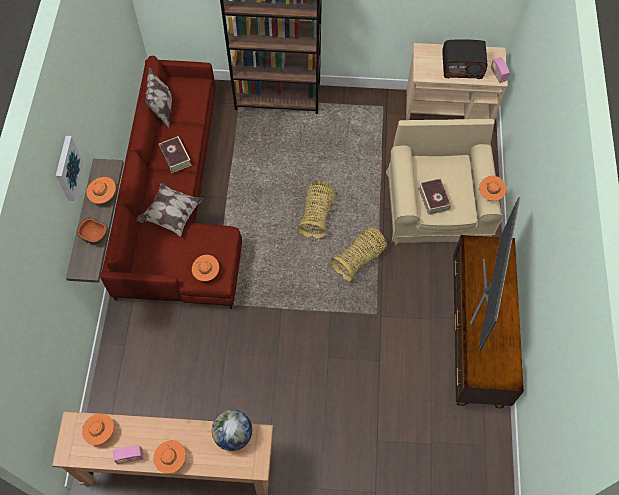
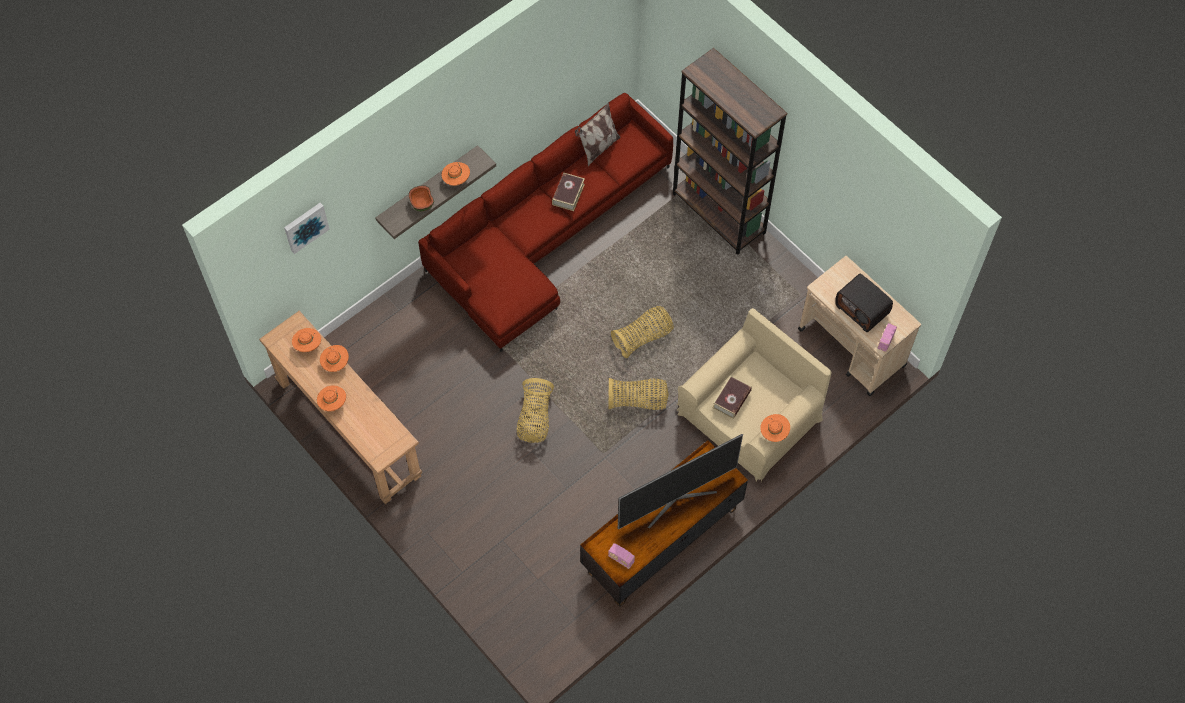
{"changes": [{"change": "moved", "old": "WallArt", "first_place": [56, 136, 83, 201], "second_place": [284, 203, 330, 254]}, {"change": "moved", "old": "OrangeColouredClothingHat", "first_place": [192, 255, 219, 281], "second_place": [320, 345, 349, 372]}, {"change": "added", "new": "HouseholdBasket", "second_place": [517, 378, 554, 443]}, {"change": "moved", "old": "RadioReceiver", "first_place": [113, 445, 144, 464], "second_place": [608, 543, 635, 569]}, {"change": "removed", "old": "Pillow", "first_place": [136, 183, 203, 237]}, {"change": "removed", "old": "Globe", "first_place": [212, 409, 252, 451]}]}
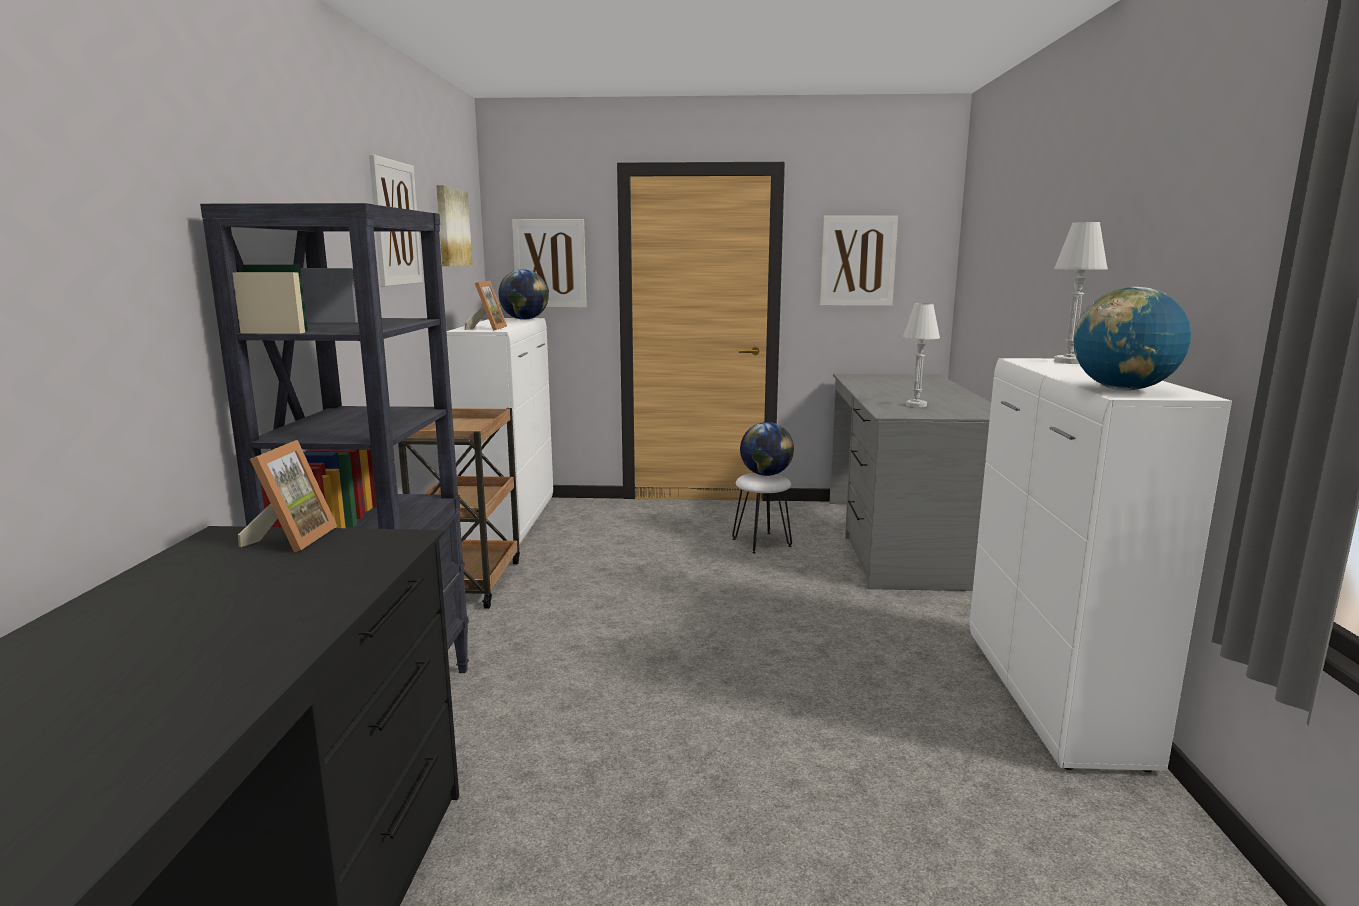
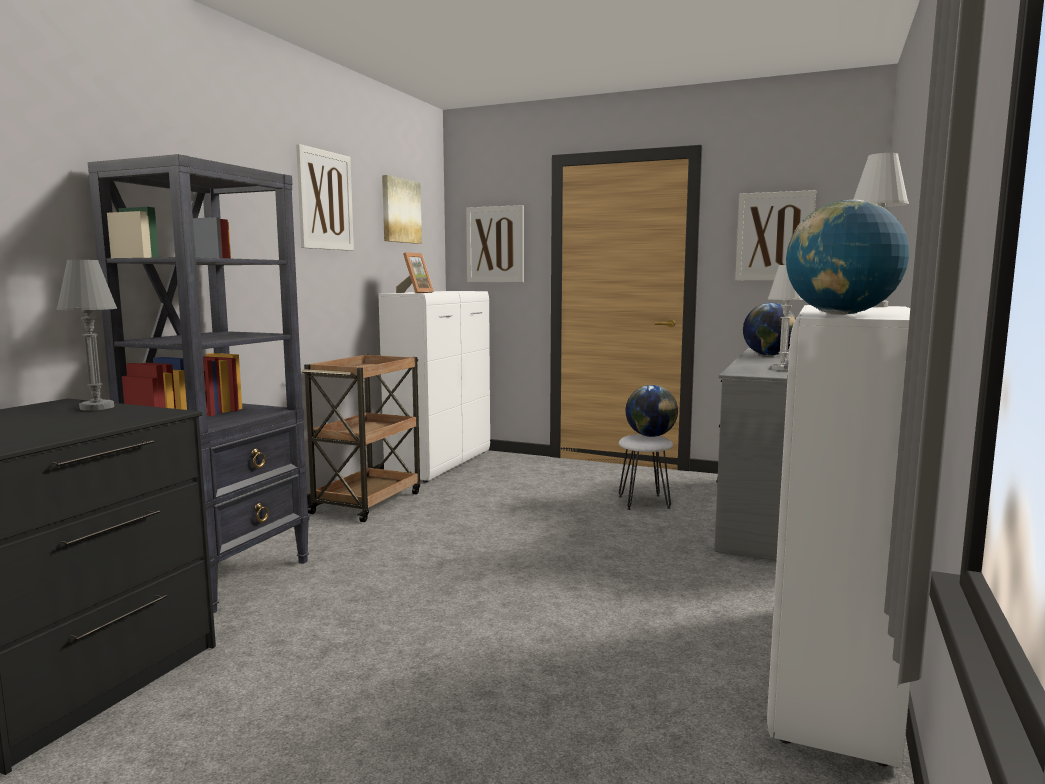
{"changes": [{"change": "replaced", "old": "StandingFrame", "new": "GreyTabletopLamp", "first_place": [238, 440, 337, 552], "second_place": [57, 260, 117, 411]}, {"change": "moved", "old": "Globe", "first_place": [498, 269, 549, 320], "second_place": [743, 303, 796, 356]}]}
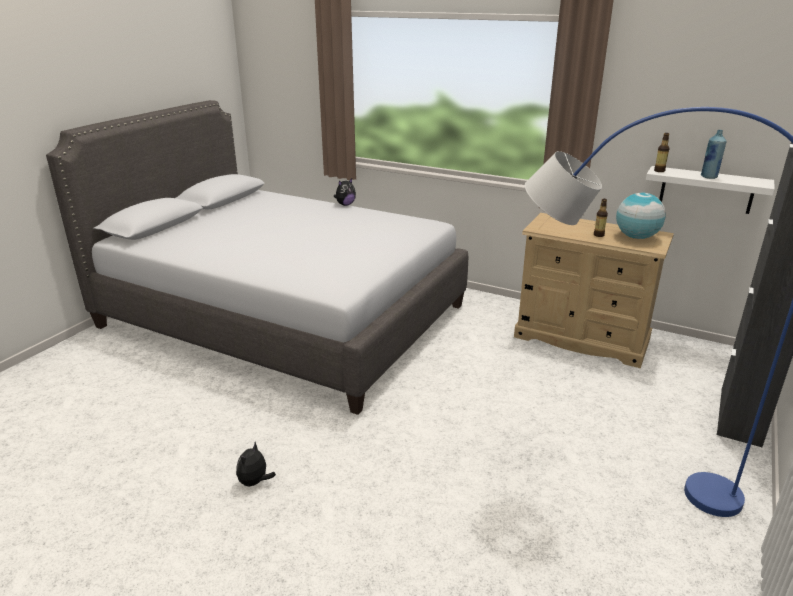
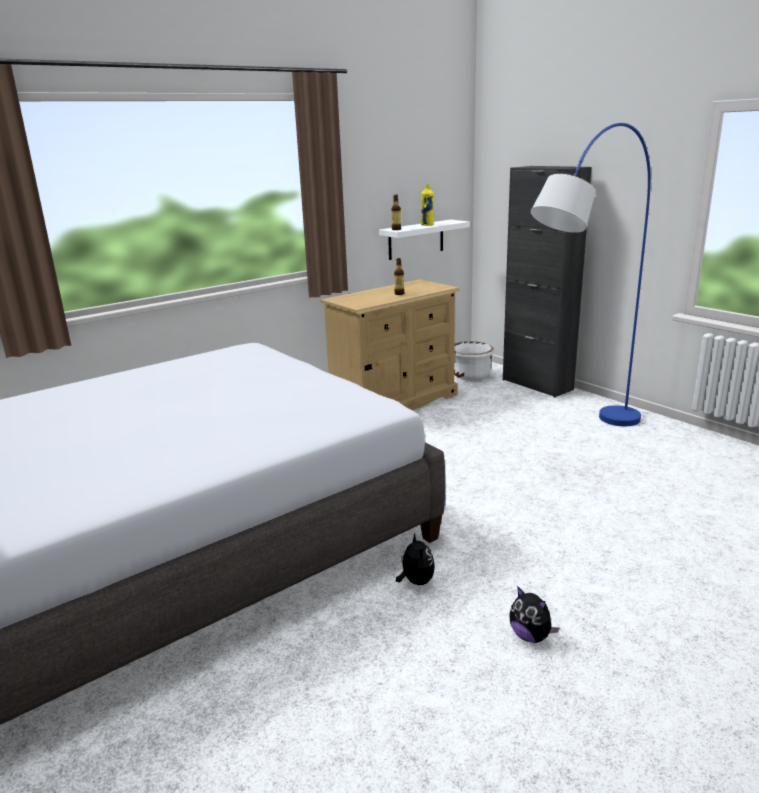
{"changes": [{"change": "moved", "old": "PlushToy", "first_place": [333, 178, 356, 206], "second_place": [396, 534, 435, 585]}, {"change": "recoloured", "old": "BlueDrinkBottle", "new": "YellowishDrinkBottle", "first_place": [701, 130, 727, 179], "second_place": [421, 184, 434, 226]}, {"change": "added", "new": "WhitishPlantPot", "second_place": [454, 341, 494, 381]}, {"change": "removed", "old": "Globe", "first_place": [616, 193, 666, 239]}]}
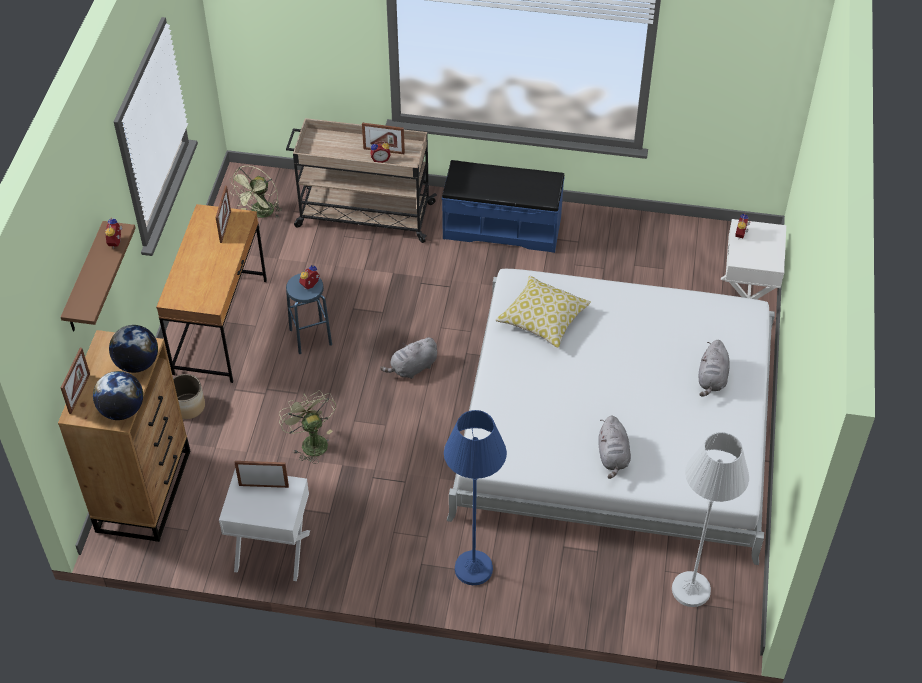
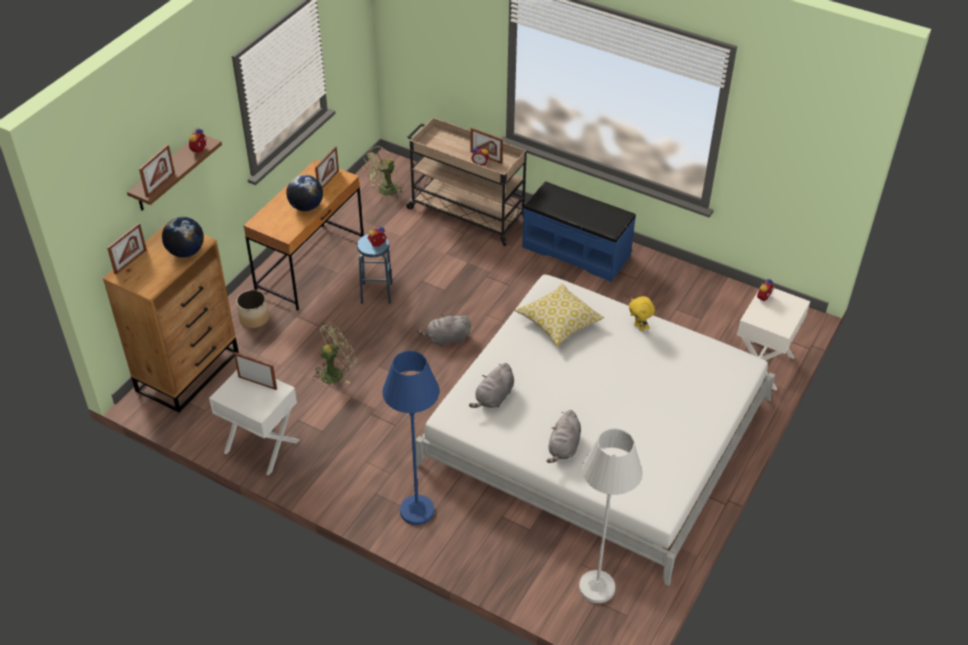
{"changes": [{"change": "added", "new": "StandingFrame", "second_place": [139, 144, 175, 198]}, {"change": "moved", "old": "Globe", "first_place": [93, 371, 143, 420], "second_place": [286, 175, 323, 211]}, {"change": "turned", "old": "GreenColouredElectricFan", "first_place": [278, 390, 336, 464], "second_place": [314, 322, 357, 384], "degrees": 60}, {"change": "moved", "old": "GreyPlushToy", "first_place": [699, 340, 730, 397], "second_place": [469, 363, 514, 408]}, {"change": "added", "new": "YellowishPlushToy", "second_place": [629, 296, 655, 331]}]}
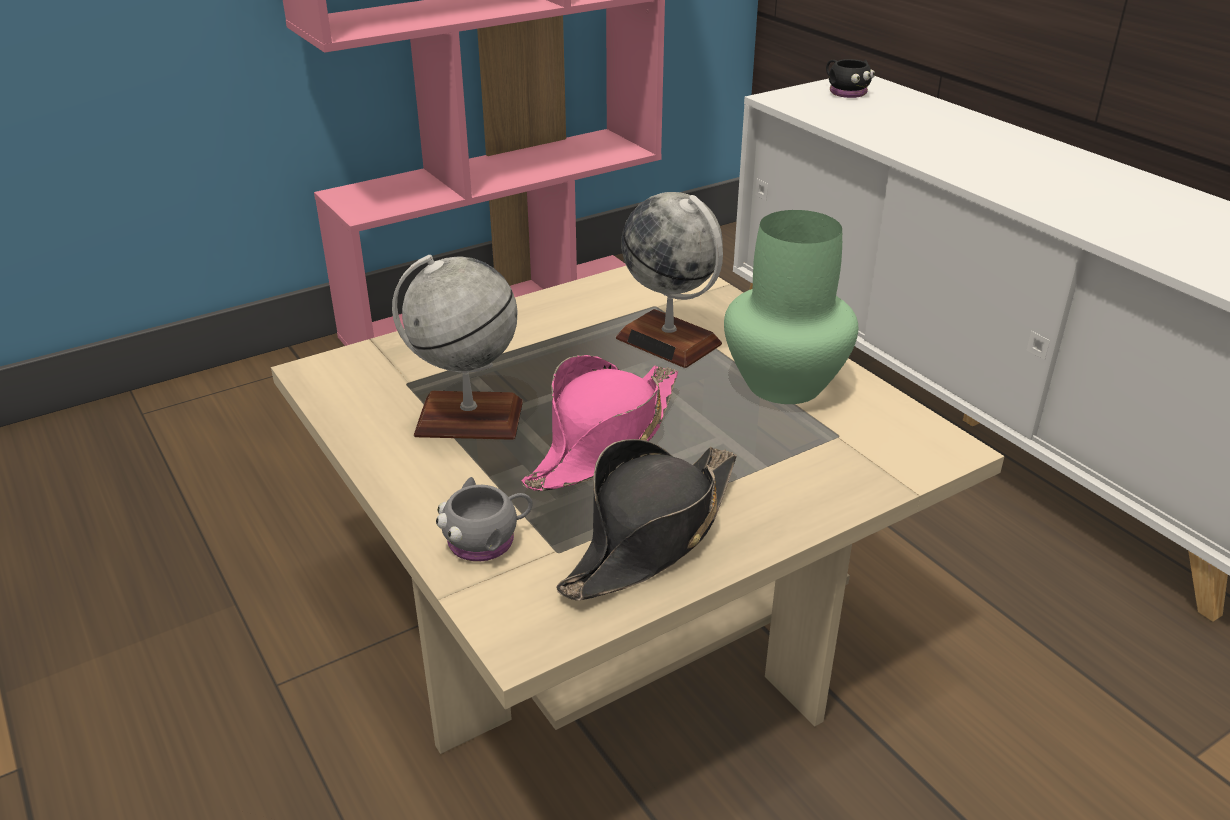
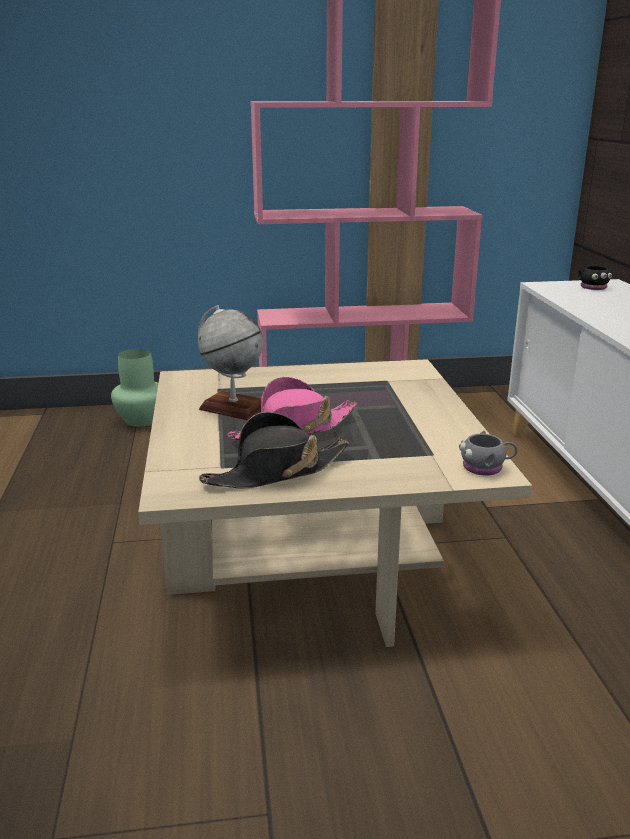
{"changes": [{"change": "moved", "old": "GreenColouredDecorativeVase", "first_place": [724, 210, 858, 404], "second_place": [111, 349, 158, 427]}, {"change": "moved", "old": "GreyCoffeeMug", "first_place": [436, 477, 533, 562], "second_place": [459, 431, 518, 475]}, {"change": "removed", "old": "Globe", "first_place": [616, 192, 723, 368]}]}
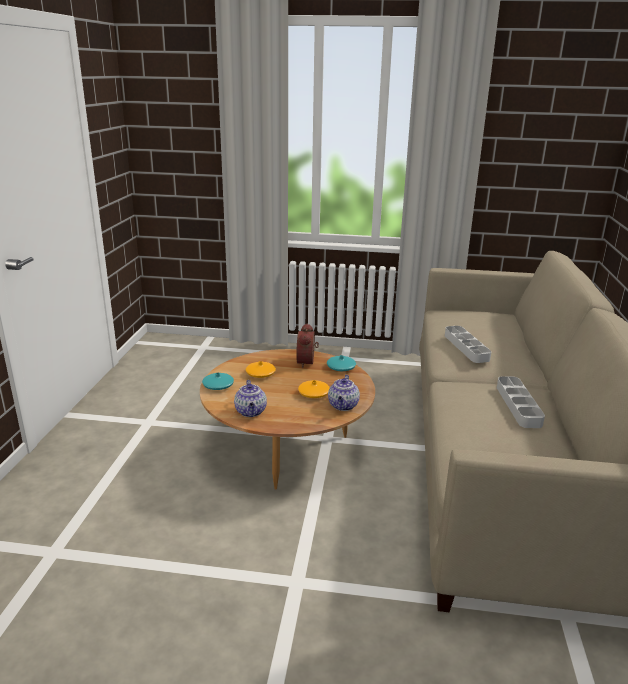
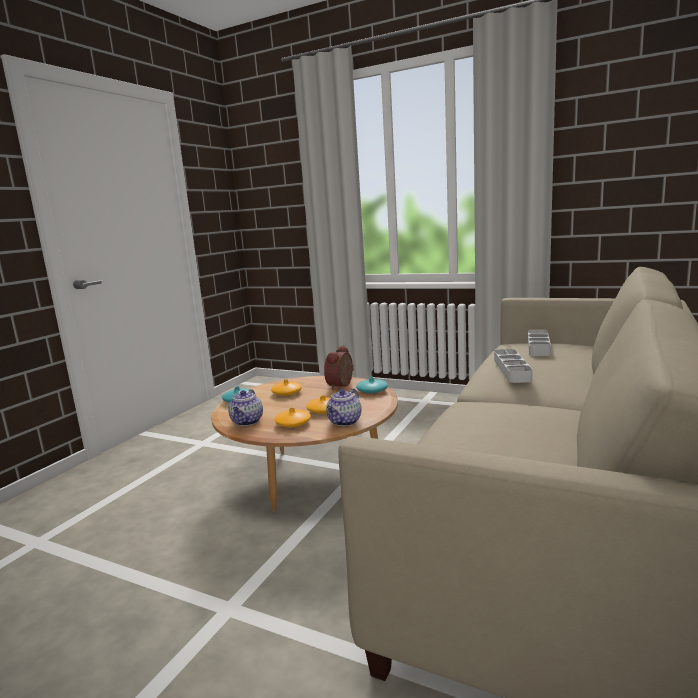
{"changes": [{"change": "added", "new": "OrangeColouredDecorativeVase", "second_place": [274, 407, 311, 427]}, {"change": "moved", "old": "GreyServingTray", "first_place": [497, 376, 545, 428], "second_place": [528, 329, 551, 356]}]}
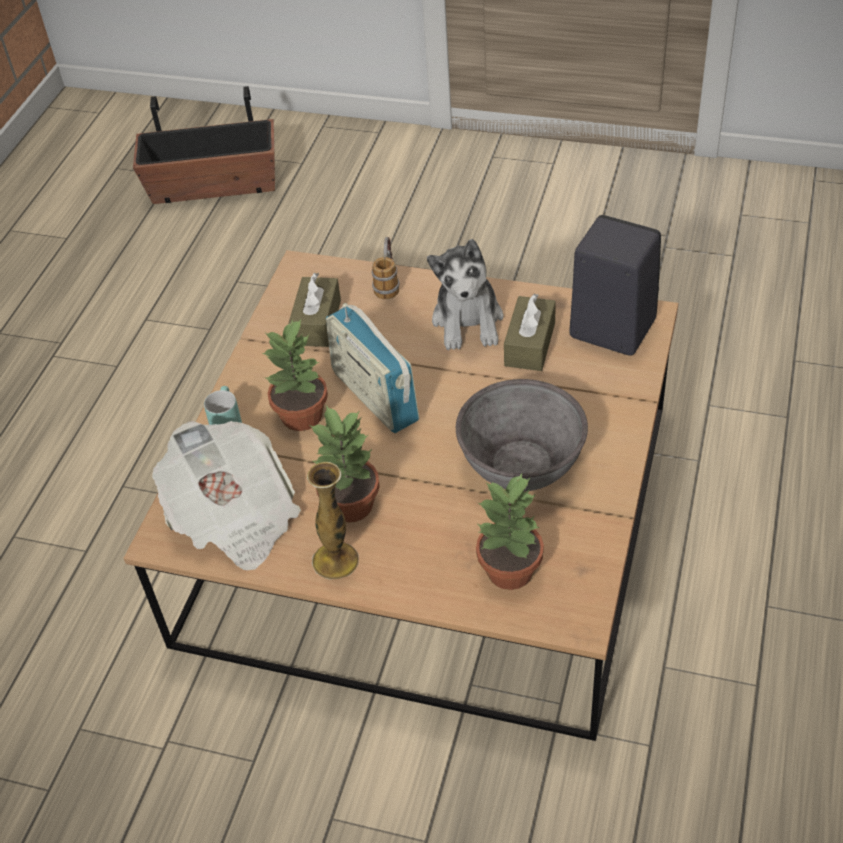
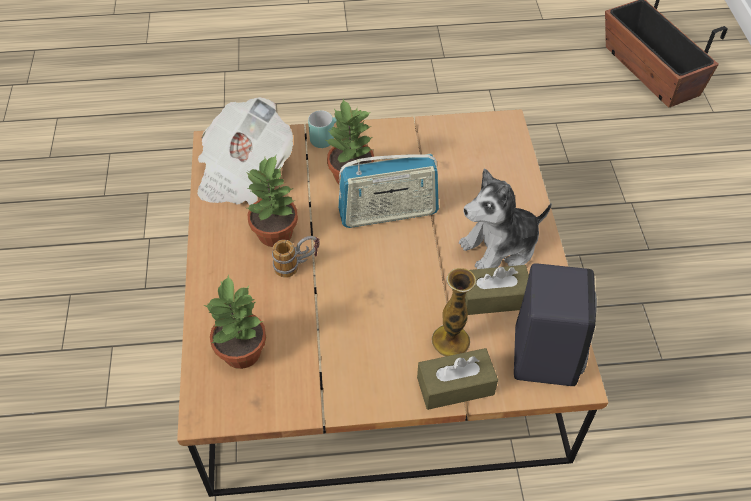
{"changes": [{"change": "moved", "old": "CoffeeMug", "first_place": [372, 237, 399, 300], "second_place": [272, 236, 320, 278]}, {"change": "turned", "old": "RadioReceiver", "first_place": [326, 303, 419, 433], "second_place": [338, 154, 439, 228], "degrees": -135}, {"change": "moved", "old": "BrownBoxOfTissues", "first_place": [288, 273, 341, 347], "second_place": [417, 348, 498, 410]}, {"change": "moved", "old": "DecorativeVase", "first_place": [307, 462, 359, 580], "second_place": [432, 268, 476, 357]}, {"change": "removed", "old": "GreyBowl", "first_place": [456, 379, 588, 492]}]}
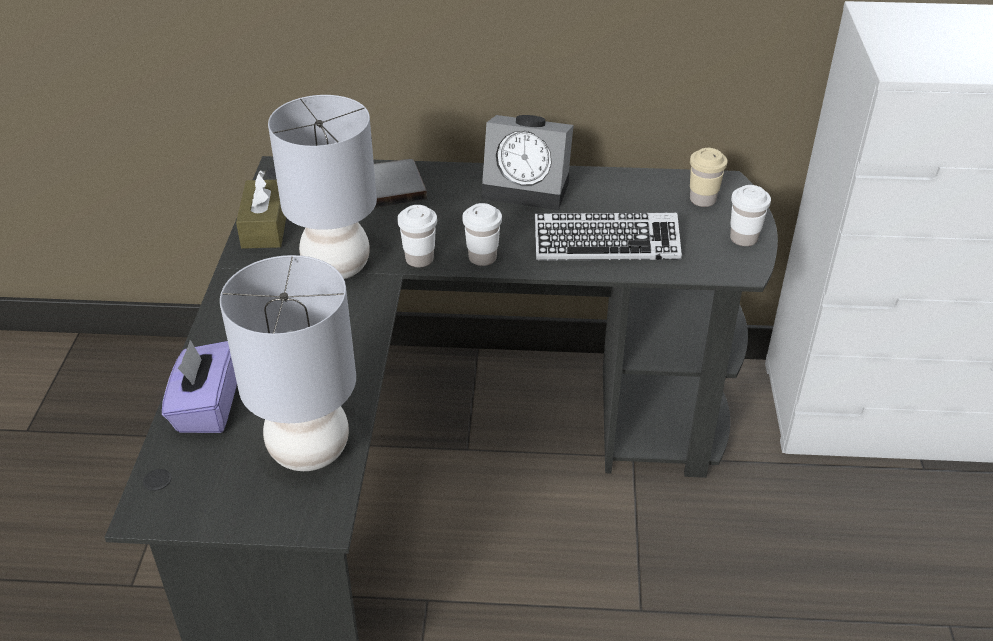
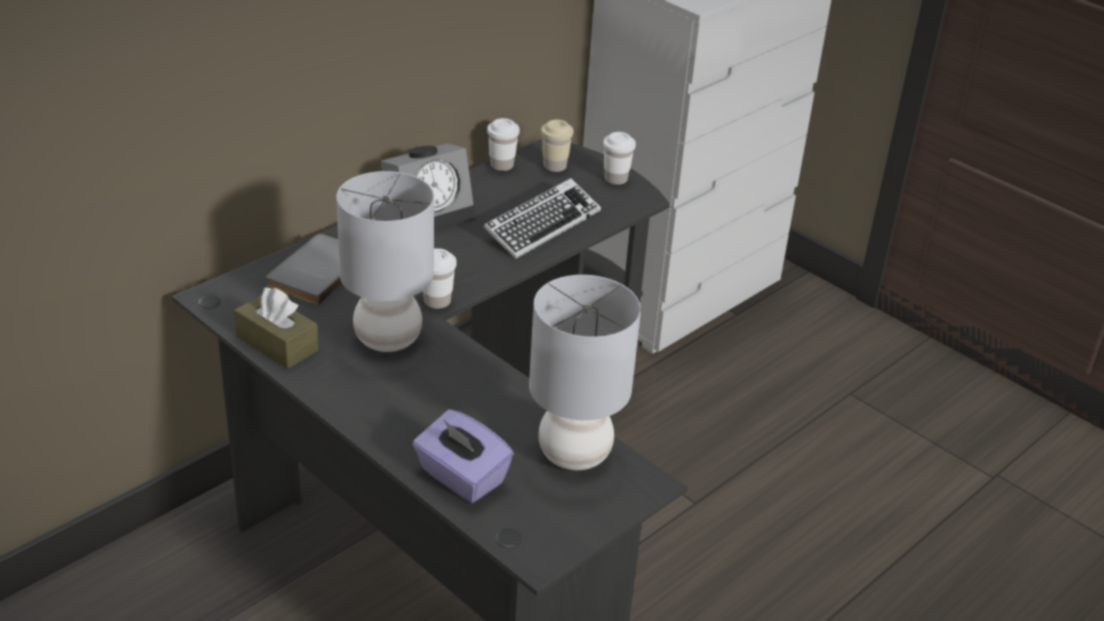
{"changes": [{"change": "moved", "old": "WhitishDrinkingCup", "first_place": [462, 203, 502, 266], "second_place": [487, 118, 520, 171]}]}
